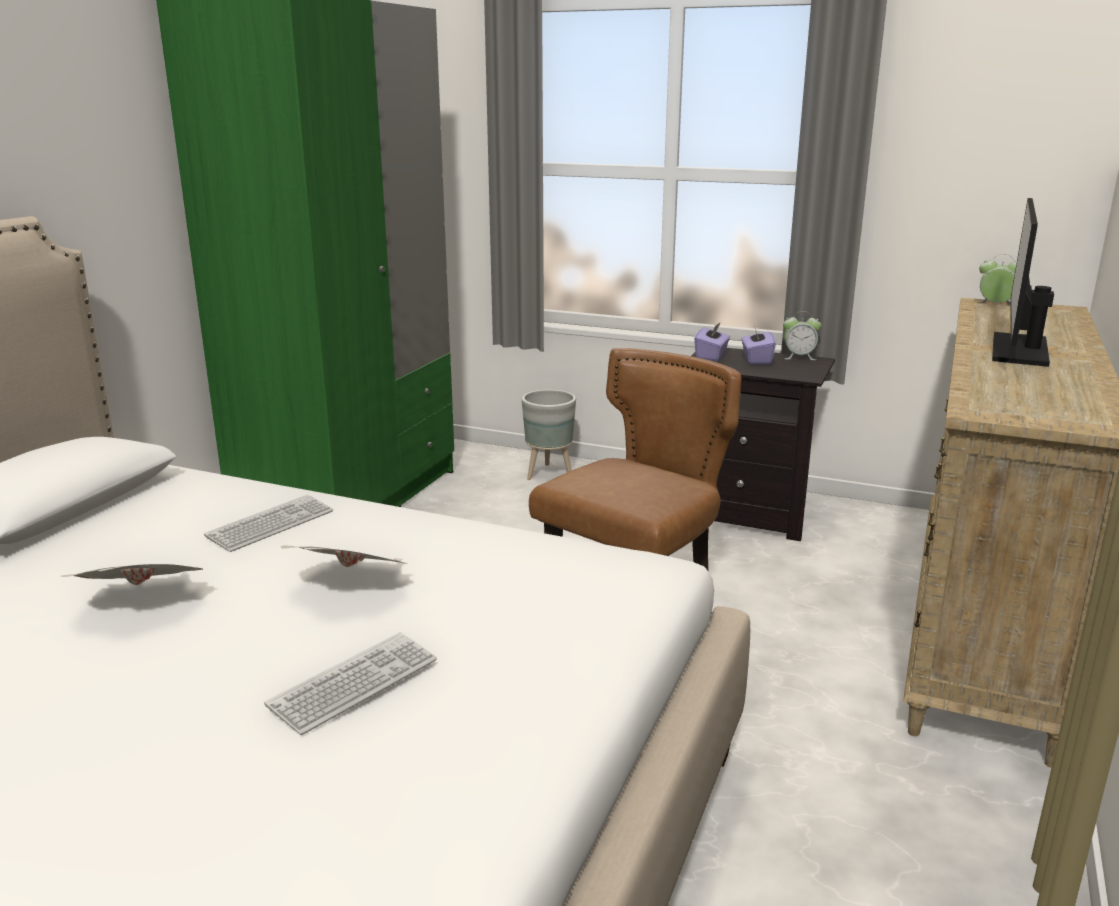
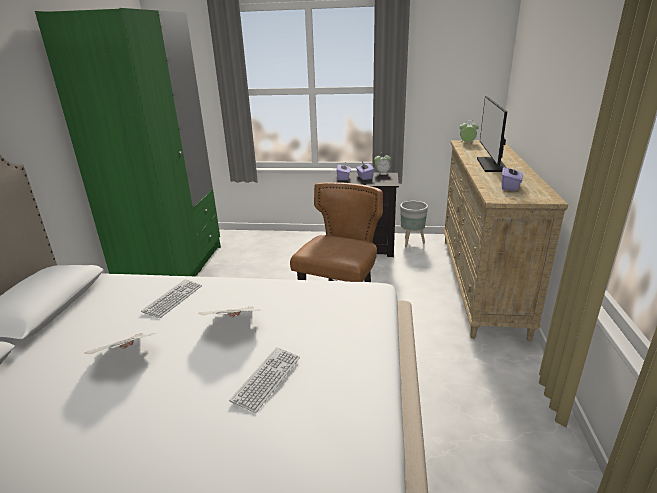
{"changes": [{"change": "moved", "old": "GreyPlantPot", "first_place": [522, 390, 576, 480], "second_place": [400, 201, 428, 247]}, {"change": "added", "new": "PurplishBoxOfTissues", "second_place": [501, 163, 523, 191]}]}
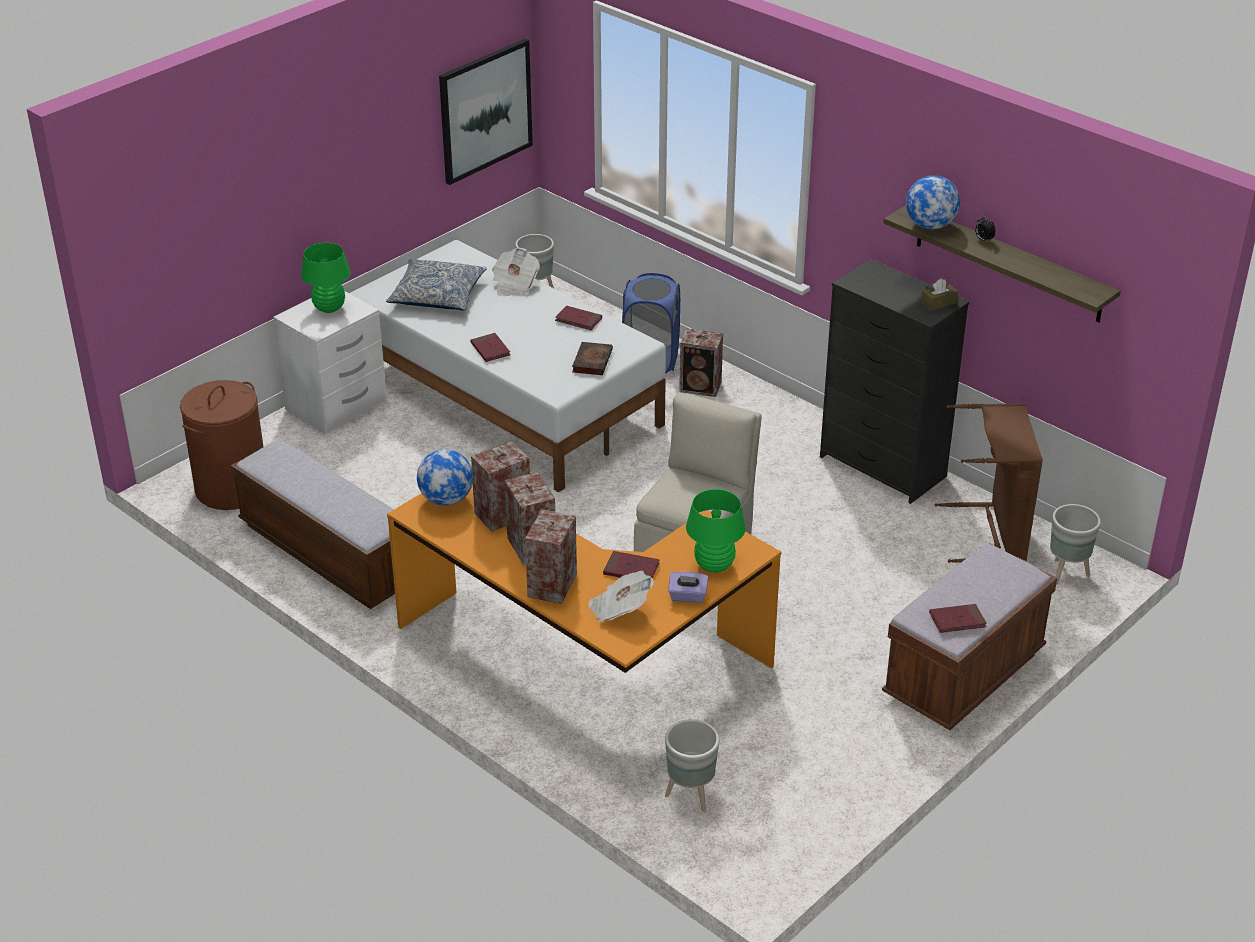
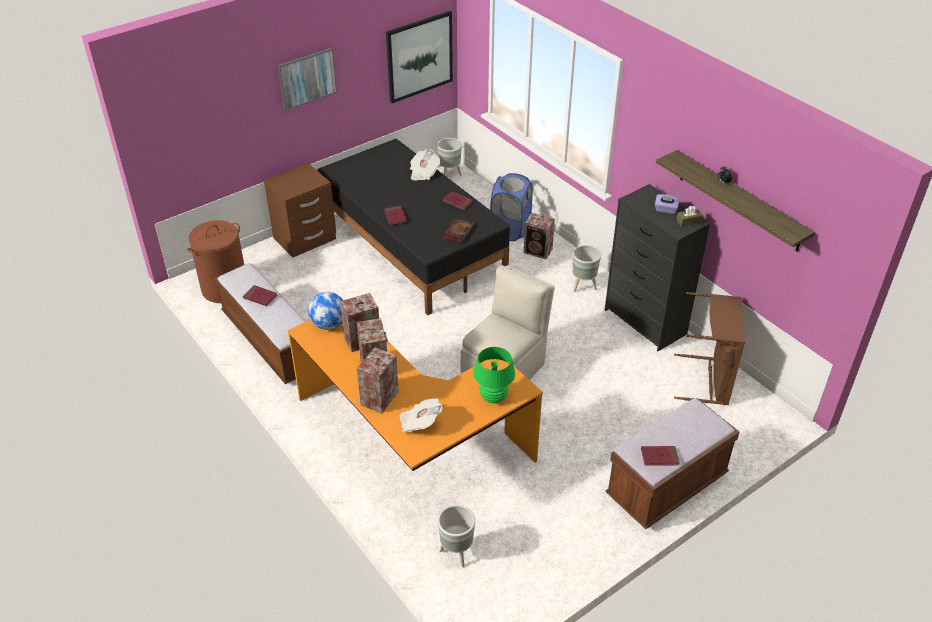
{"changes": [{"change": "moved", "old": "RedColouredBook", "first_place": [603, 551, 660, 578], "second_place": [243, 285, 277, 306]}, {"change": "recoloured", "old": "WhitishNightTable", "new": "BrownNightTable", "first_place": [273, 291, 386, 434], "second_place": [264, 164, 336, 257]}, {"change": "added", "new": "WallArt", "second_place": [278, 48, 337, 110]}, {"change": "recoloured", "old": "WhitishBed", "new": "BlackishBed", "first_place": [349, 240, 666, 492], "second_place": [317, 139, 510, 315]}, {"change": "moved", "old": "GreyPlantPot", "first_place": [1050, 504, 1101, 584], "second_place": [572, 245, 601, 292]}, {"change": "moved", "old": "PurplishBoxOfTissues", "first_place": [668, 572, 708, 603], "second_place": [655, 194, 680, 214]}, {"change": "removed", "old": "GreenColouredTabletopLamp", "first_place": [301, 243, 350, 313]}, {"change": "removed", "old": "Pillow", "first_place": [386, 259, 487, 311]}, {"change": "removed", "old": "Globe", "first_place": [906, 175, 960, 229]}]}
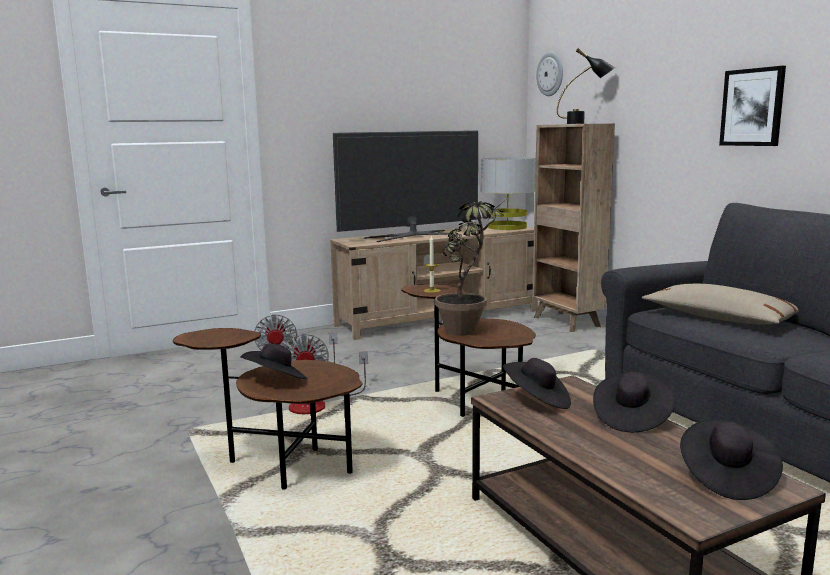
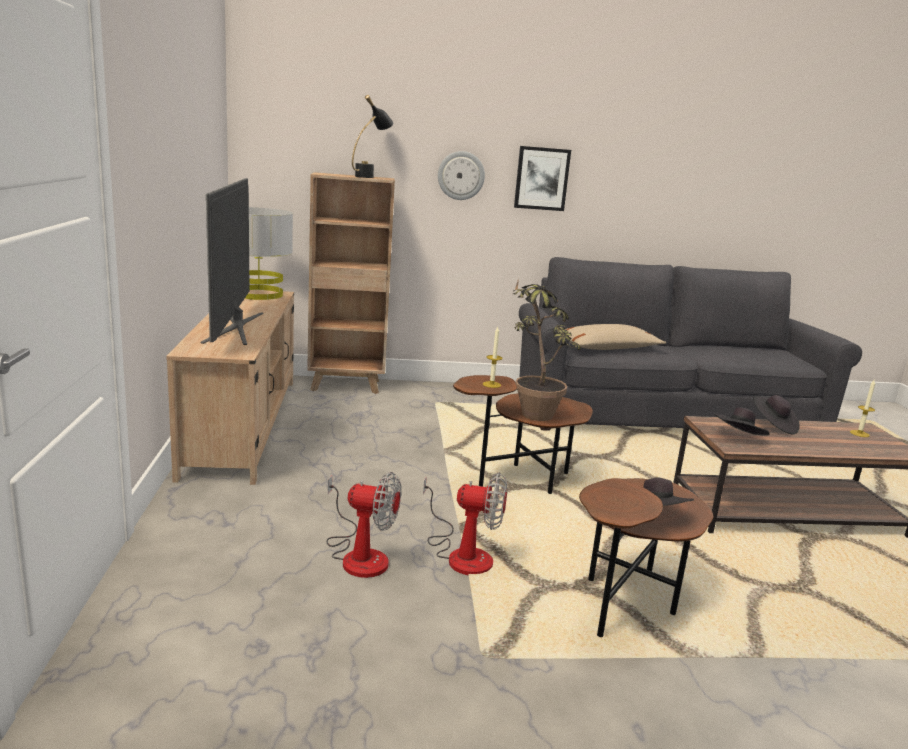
{"changes": [{"change": "moved", "old": "ClockOnTheWall", "first_place": [536, 52, 563, 96], "second_place": [438, 151, 485, 200]}, {"change": "replaced", "old": "BlackishClothingHat", "new": "Candle", "first_place": [680, 418, 783, 500], "second_place": [850, 380, 875, 437]}]}
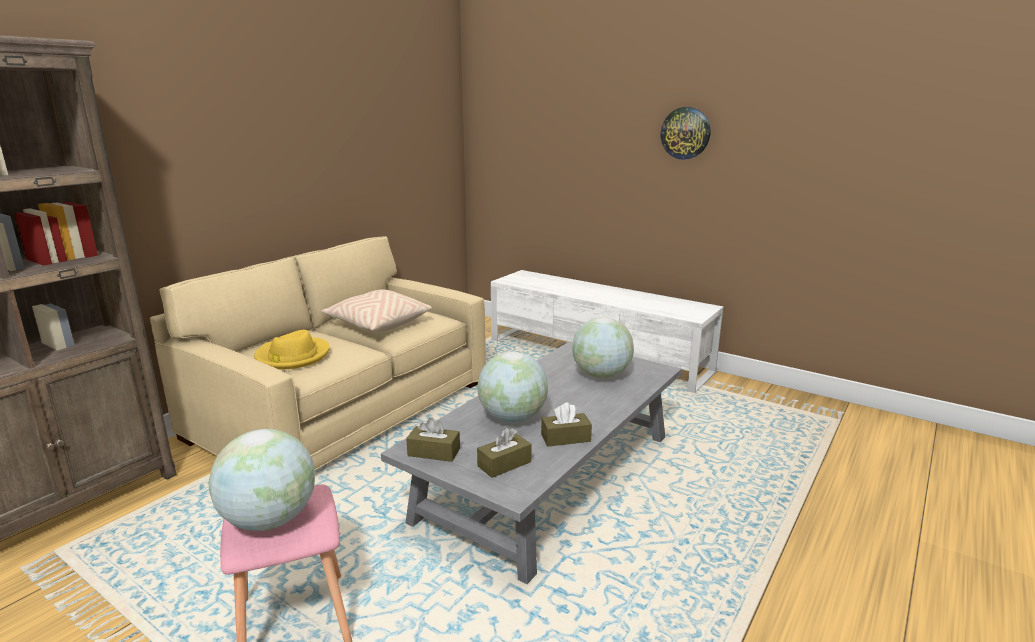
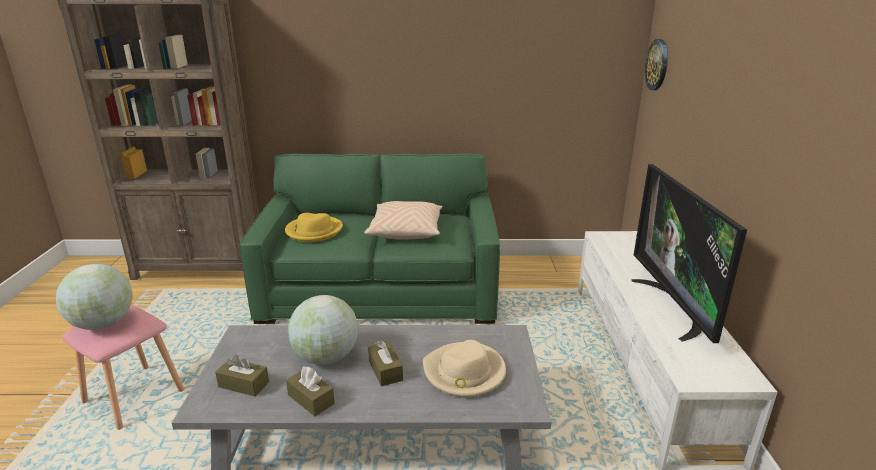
{"changes": [{"change": "recoloured", "old": "SandColouredSofa", "new": "GreenColouredSofa", "first_place": [150, 236, 486, 470], "second_place": [240, 153, 500, 324]}, {"change": "moved", "old": "BrownBoxOfTissues", "first_place": [406, 417, 460, 462], "second_place": [368, 340, 403, 386]}, {"change": "replaced", "old": "Globe", "new": "SandColouredClothingHat", "first_place": [572, 317, 634, 379], "second_place": [423, 340, 506, 397]}, {"change": "added", "new": "Television", "second_place": [631, 164, 747, 343]}, {"change": "moved", "old": "ClockOnTheWall", "first_place": [661, 107, 710, 160], "second_place": [645, 39, 668, 90]}]}
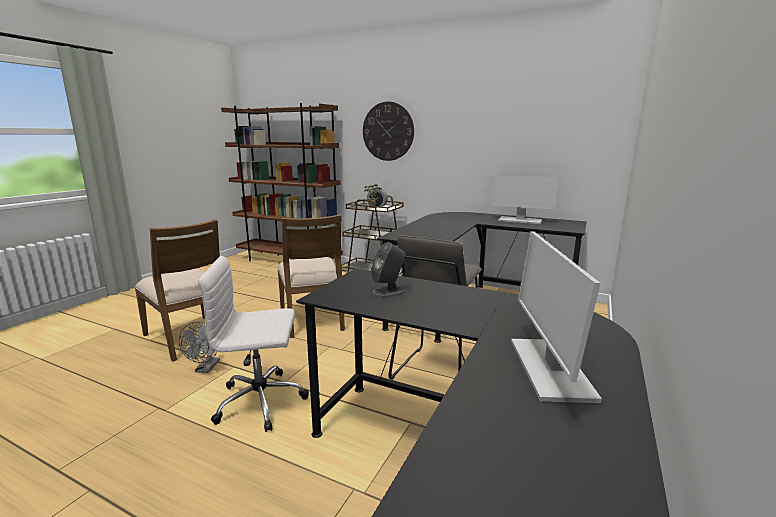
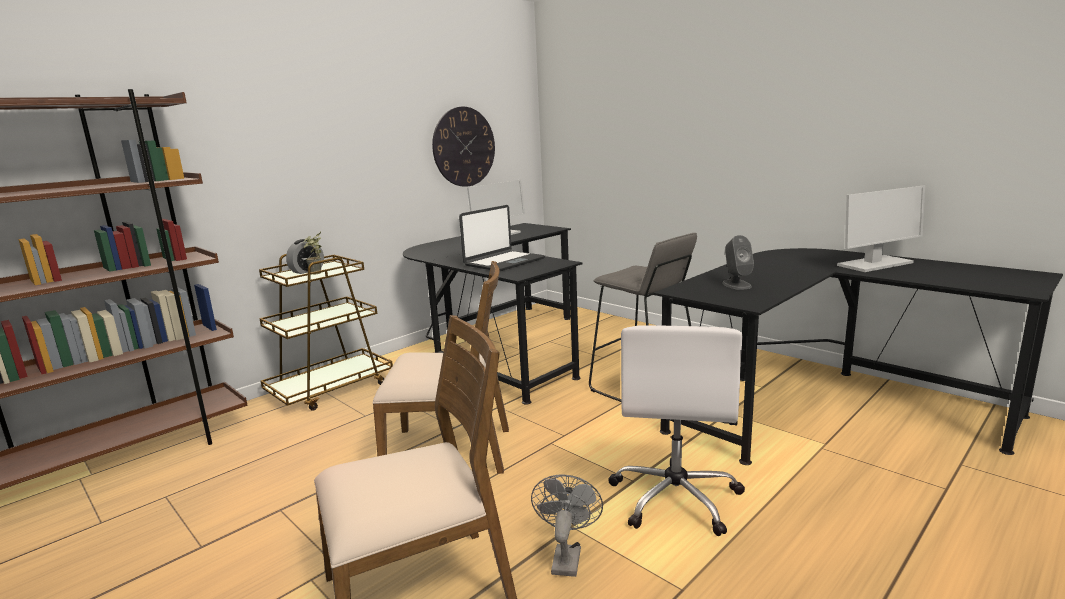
{"changes": [{"change": "moved", "old": "ClockOnTheWall", "first_place": [363, 102, 414, 161], "second_place": [432, 107, 495, 187]}, {"change": "added", "new": "PortableComputer", "second_place": [459, 205, 545, 272]}, {"change": "turned", "old": "GreyElectricFan", "first_place": [179, 322, 220, 373], "second_place": [531, 474, 603, 577], "degrees": -105}, {"change": "turned", "old": "ComputerScreen", "first_place": [511, 231, 602, 403], "second_place": [837, 186, 925, 272], "degrees": -45}]}
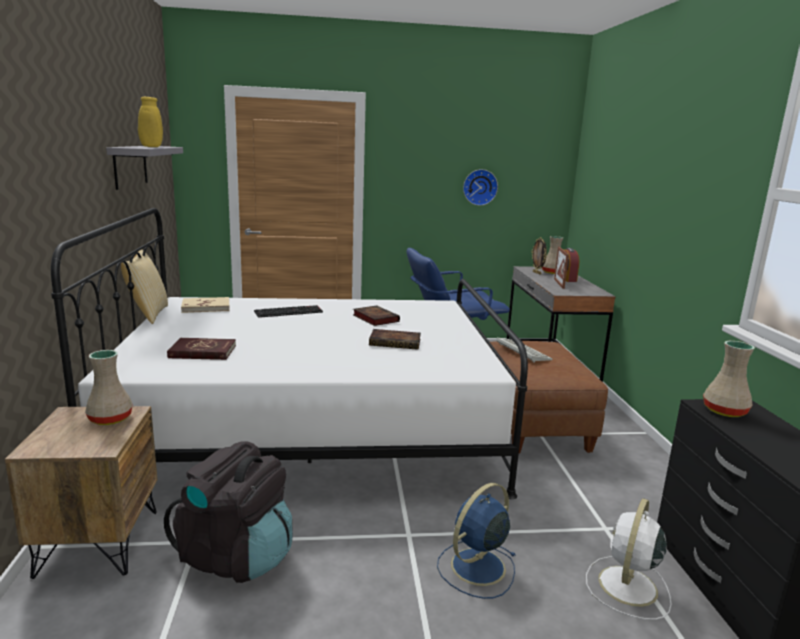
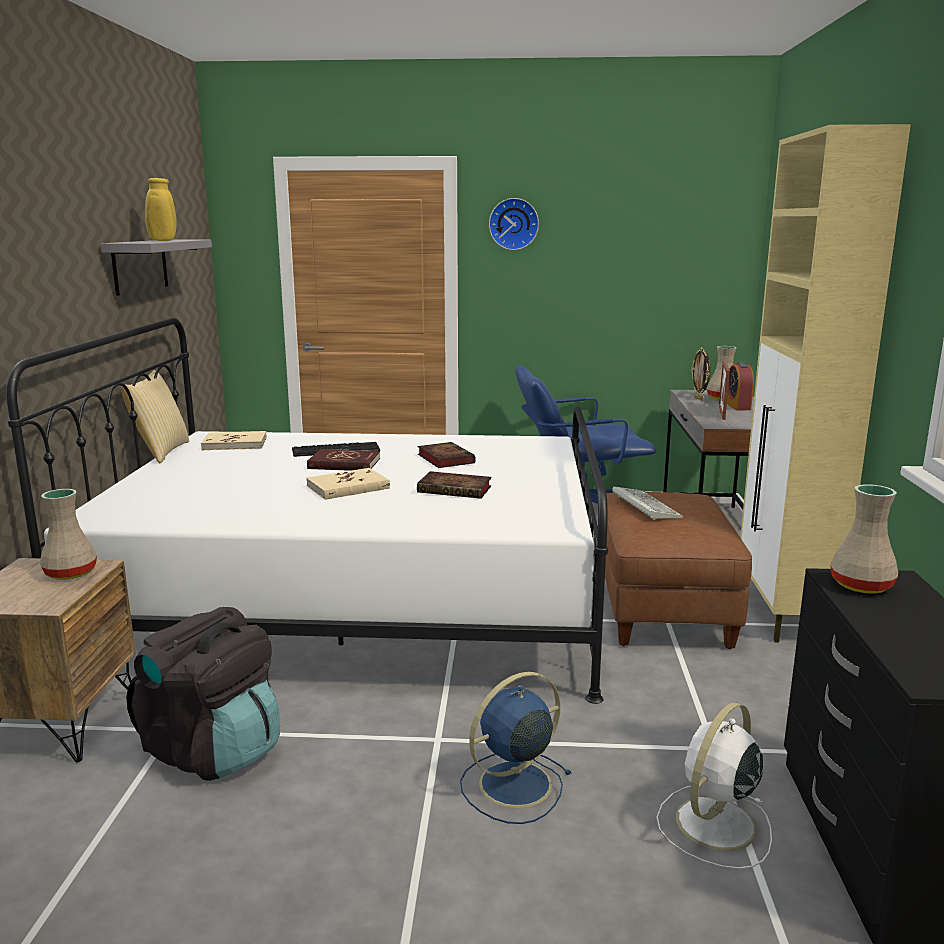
{"changes": [{"change": "added", "new": "SandColouredBook", "second_place": [306, 468, 390, 500]}, {"change": "moved", "old": "RedColouredBook", "first_place": [167, 338, 236, 360], "second_place": [307, 449, 380, 471]}, {"change": "moved", "old": "ClockOnTheWall", "first_place": [463, 169, 498, 206], "second_place": [489, 198, 539, 250]}, {"change": "added", "new": "SandColouredCabinet", "second_place": [740, 124, 911, 643]}]}
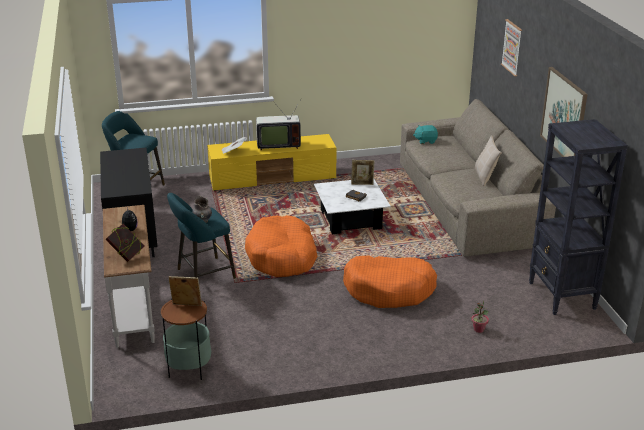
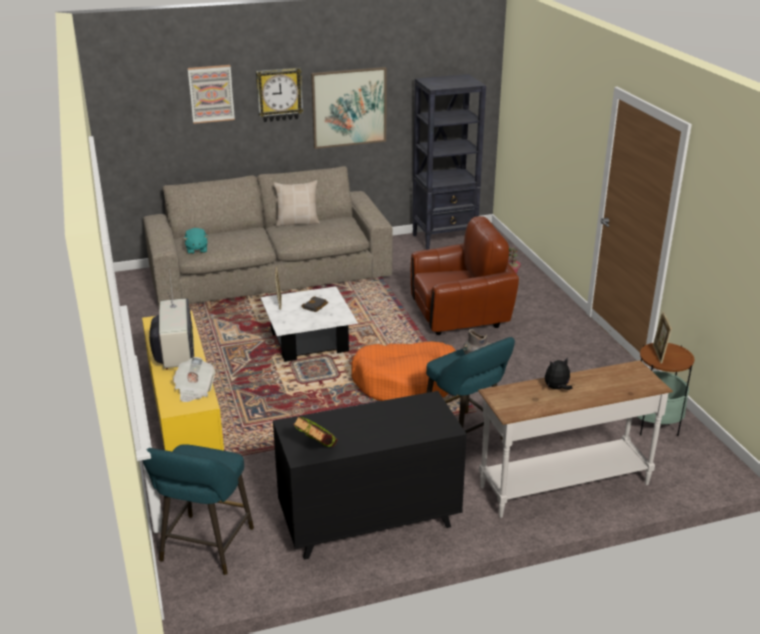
{"changes": [{"change": "added", "new": "ClockOnTheWall", "second_place": [256, 68, 303, 122]}, {"change": "moved", "old": "Book", "first_place": [105, 224, 144, 262], "second_place": [293, 417, 338, 447]}, {"change": "replaced", "old": "OrangeColouredDogBed", "new": "BrownLoungeChair", "first_place": [343, 256, 437, 308], "second_place": [411, 216, 519, 335]}]}
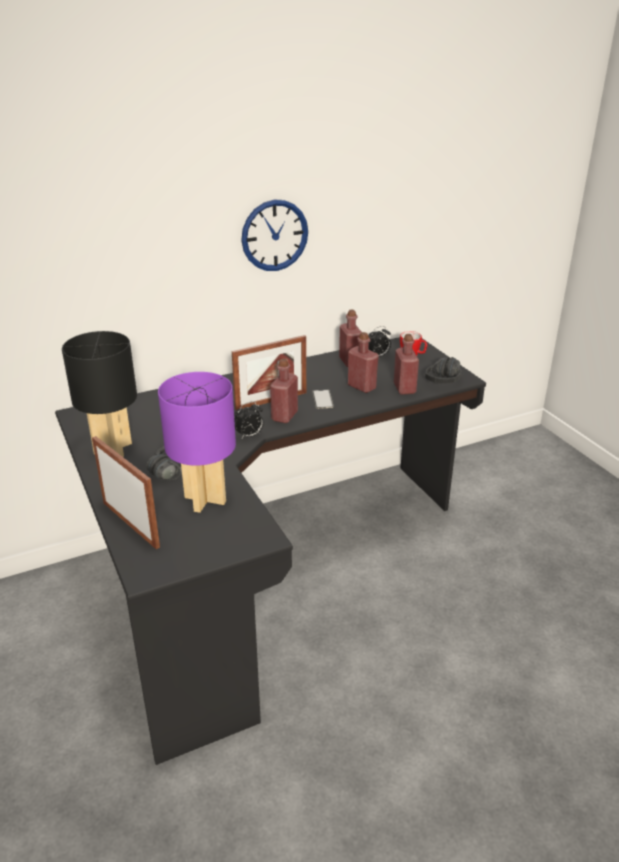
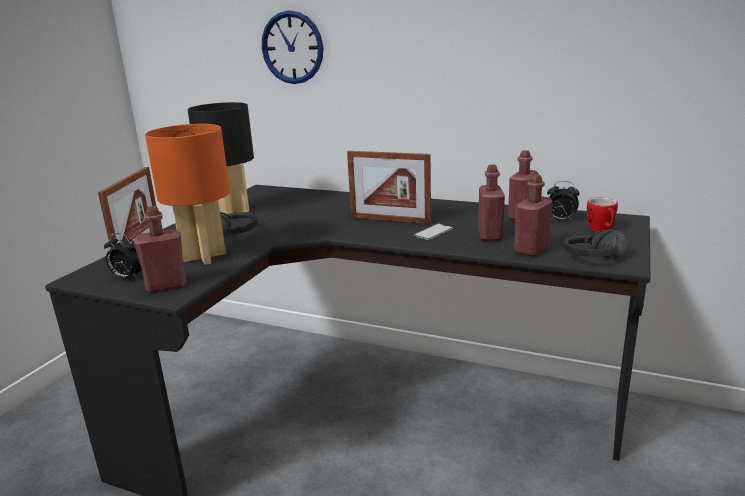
{"changes": [{"change": "moved", "old": "BedsideClock", "first_place": [234, 401, 264, 439], "second_place": [104, 233, 142, 279]}, {"change": "moved", "old": "RedColouredDrinkBottle", "first_place": [270, 359, 298, 423], "second_place": [134, 206, 187, 292]}, {"change": "recoloured", "old": "PurplishTabletopLamp", "new": "OrangeColouredTabletopLamp", "first_place": [158, 372, 236, 513], "second_place": [145, 124, 230, 265]}, {"change": "moved", "old": "ClockOnTheWall", "first_place": [241, 200, 308, 271], "second_place": [262, 11, 323, 84]}]}
